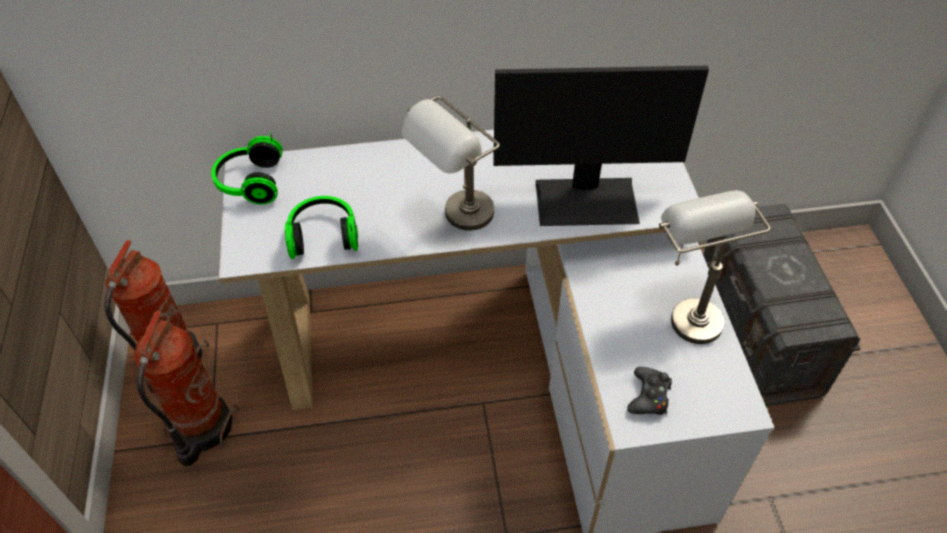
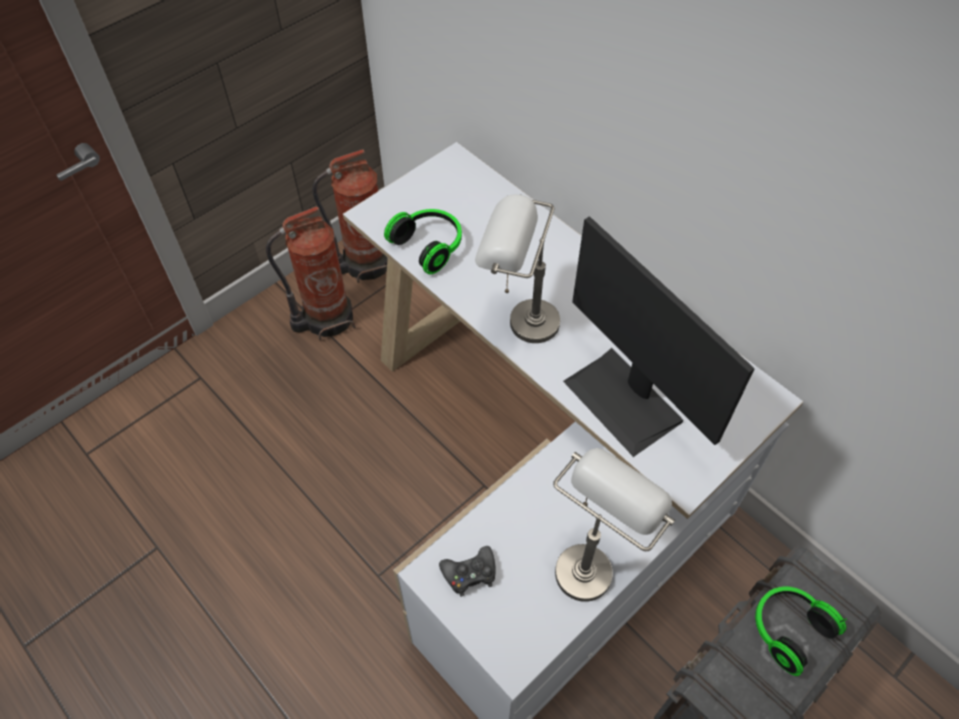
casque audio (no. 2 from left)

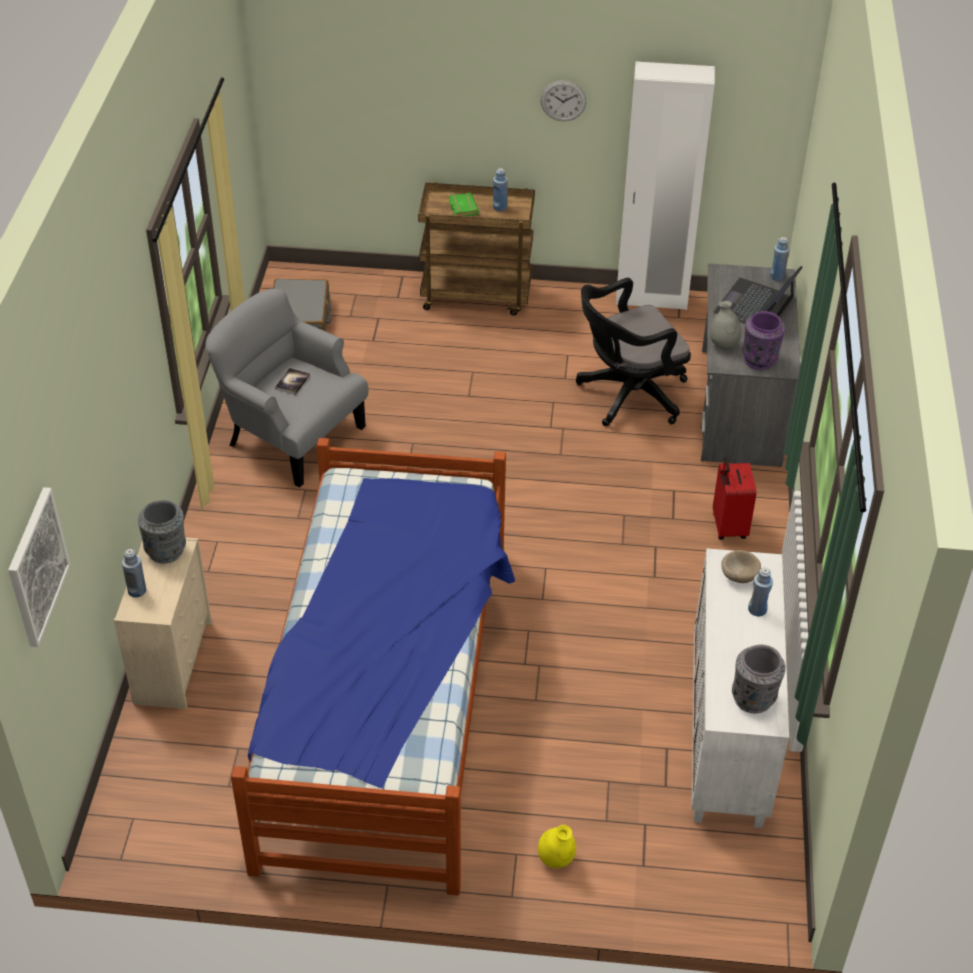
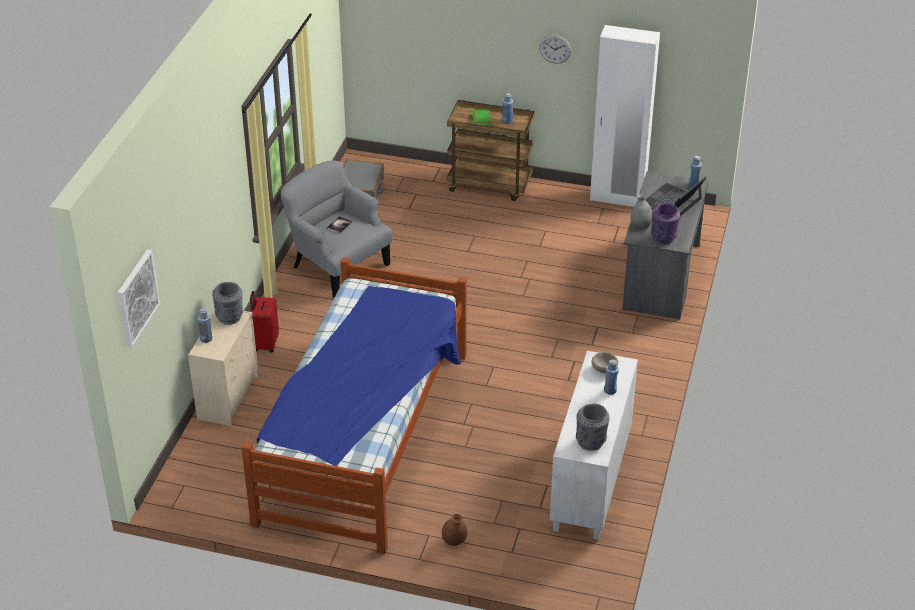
vase (marron)
chaise de bureau (noir)
valise (rouge)

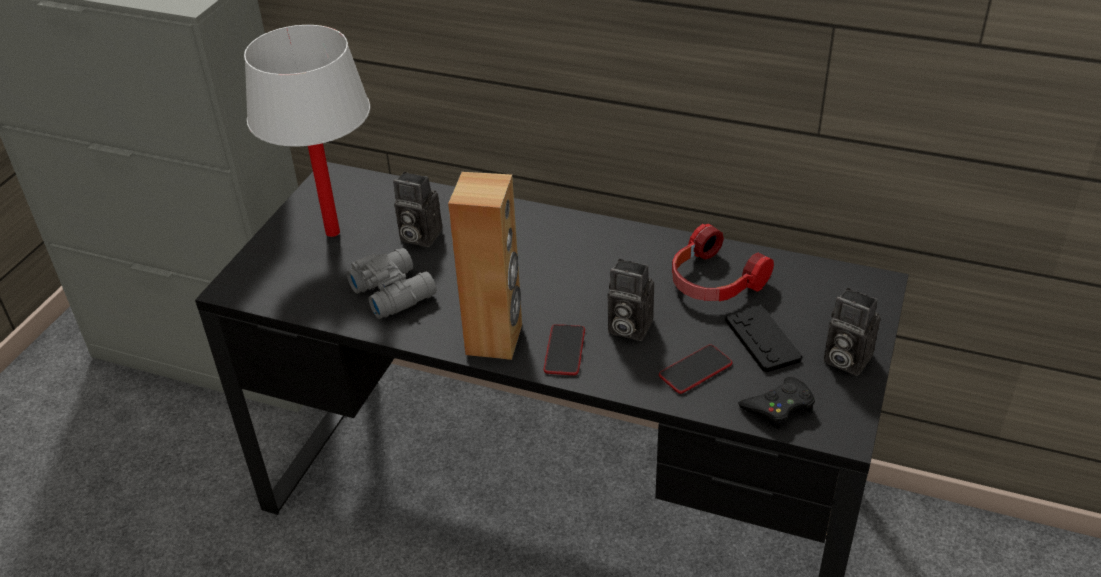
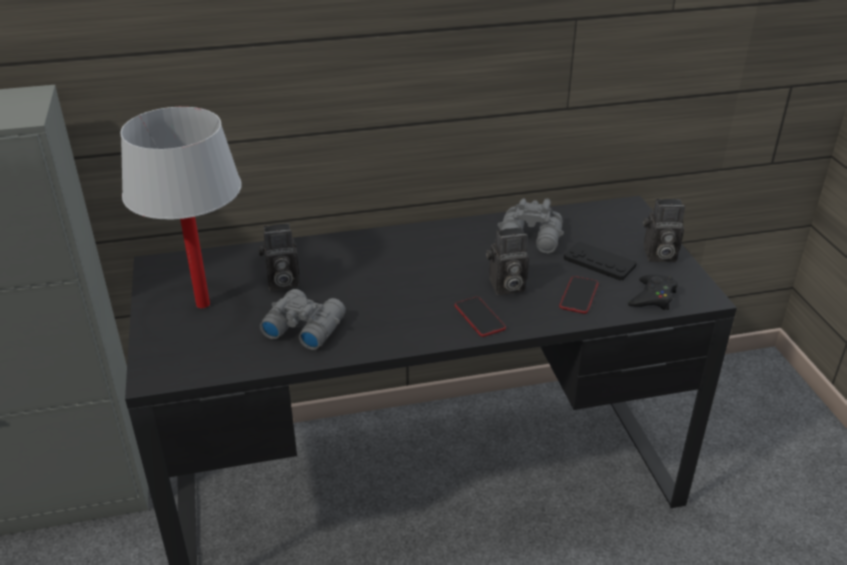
enceinte (marron)
jumelles (gris) (no. 2 from left)

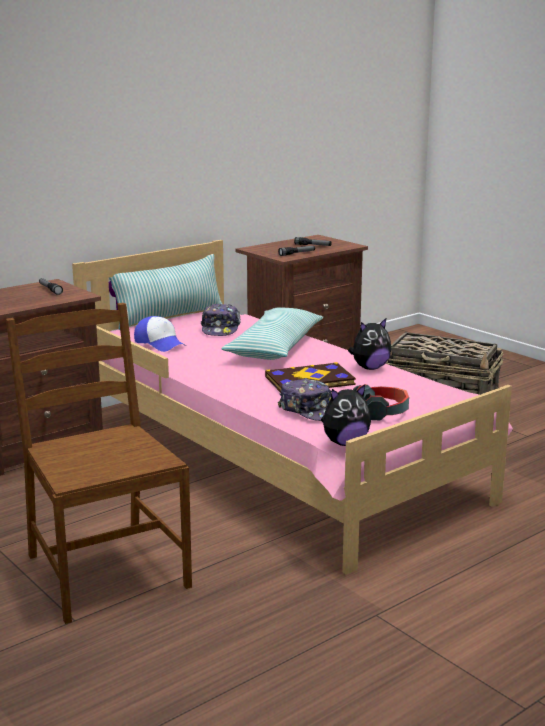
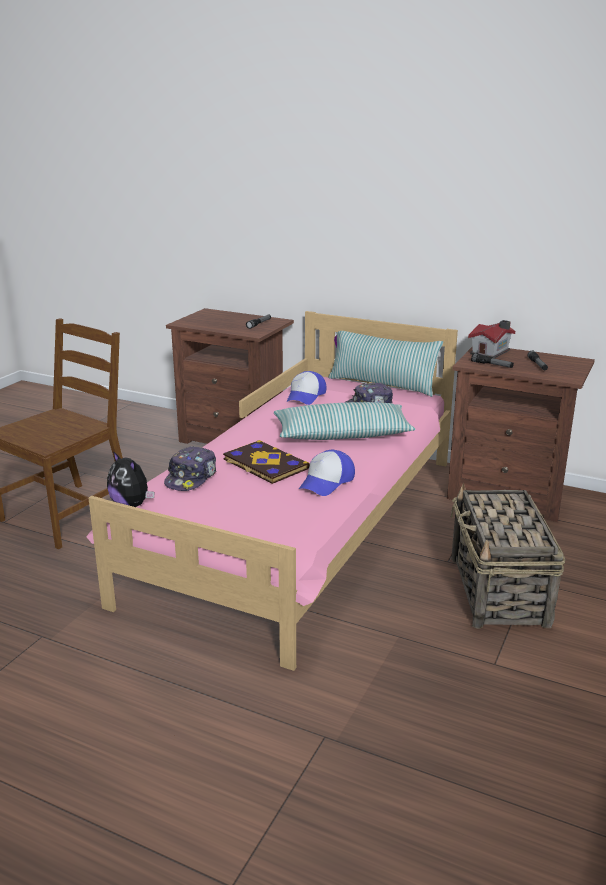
casquette (no. 3 from left)
casque audio
maison miniature

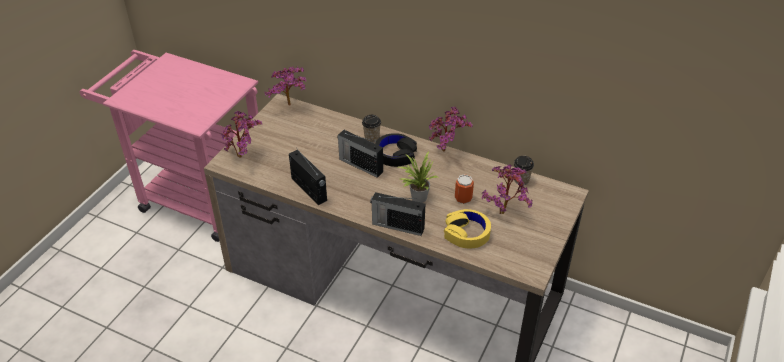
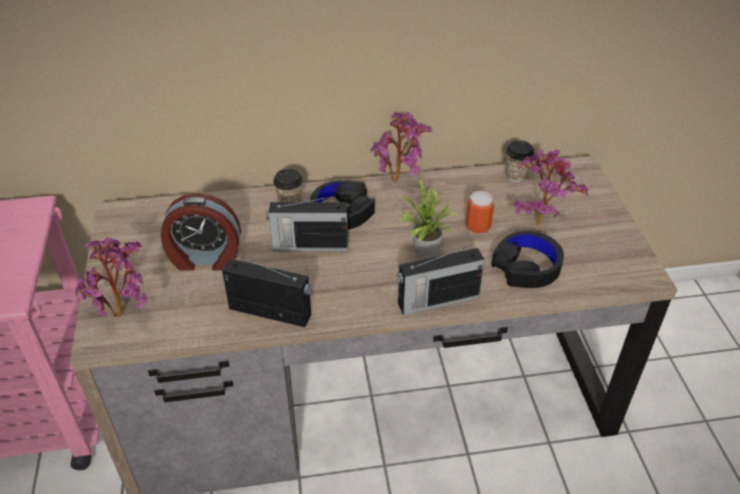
plante en pot (no. 2 from left in the first image)
casque audio (noir) (no. 2 from left)
réveil

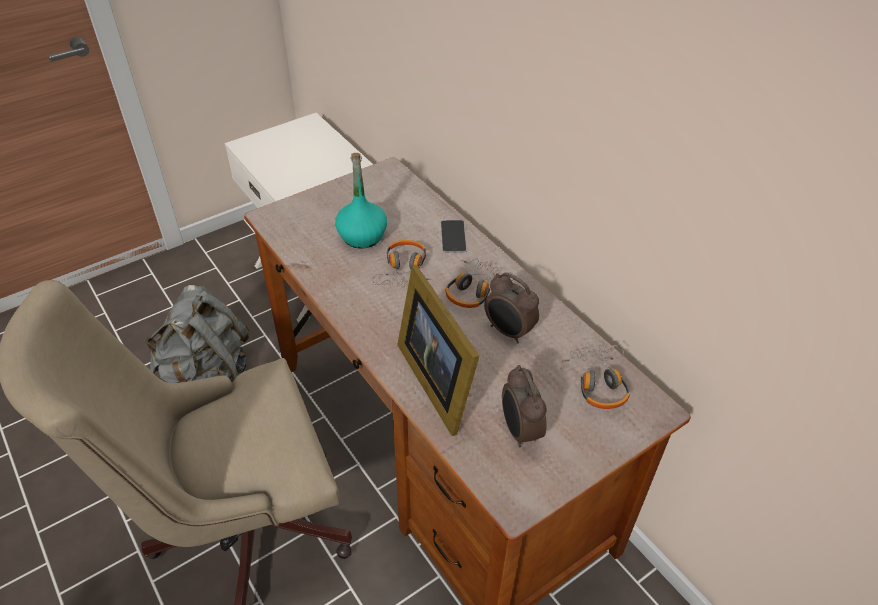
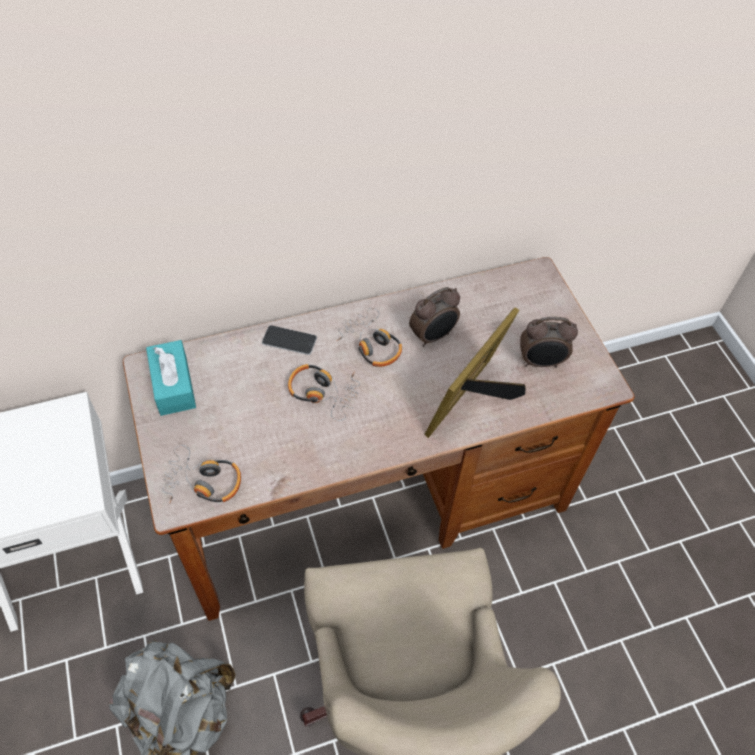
bouteille (turquoise)
cadre photo
casque audio (no. 1 from left)
boîte à mouchoirs (turquoise)

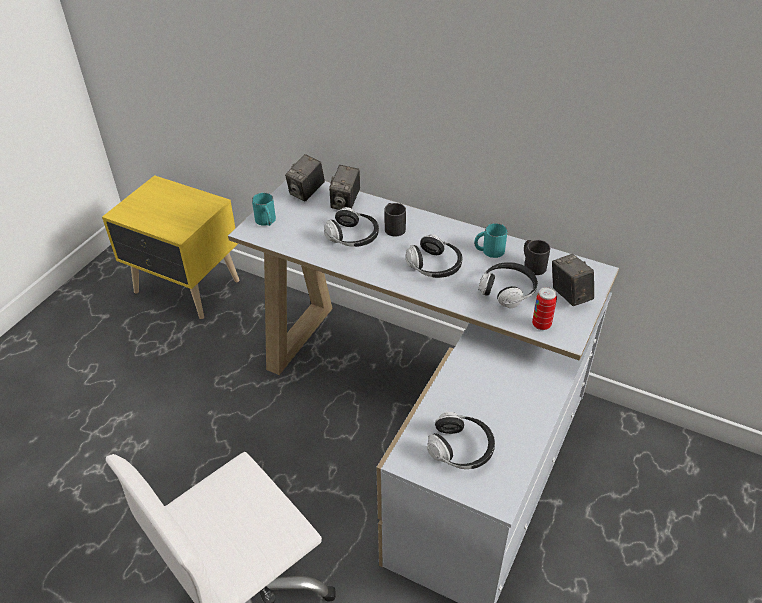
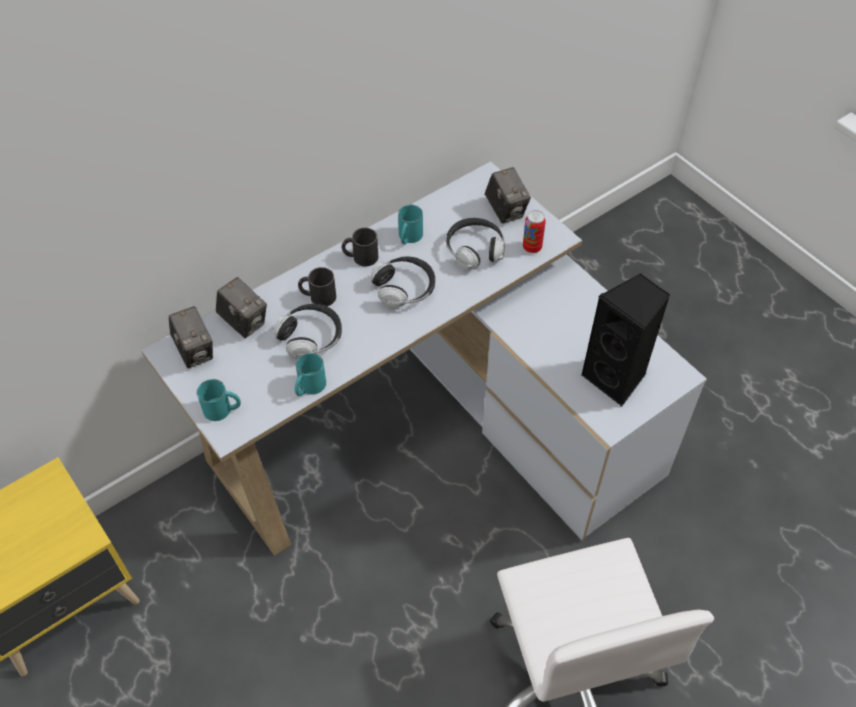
enceinte (noir)
mug (noir) (no. 2 from left)
appareil photo (no. 3 from left)
mug (turquoise) (no. 2 from left)

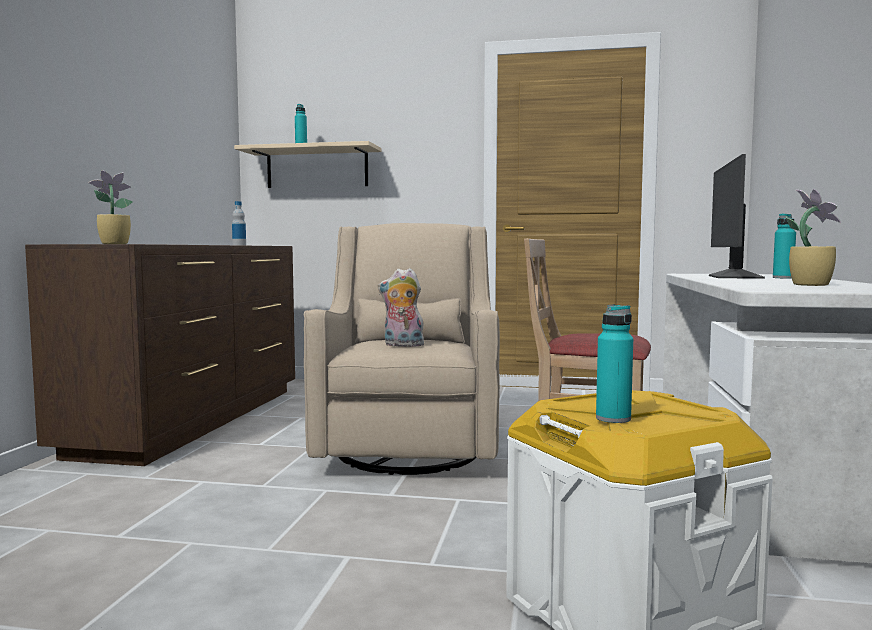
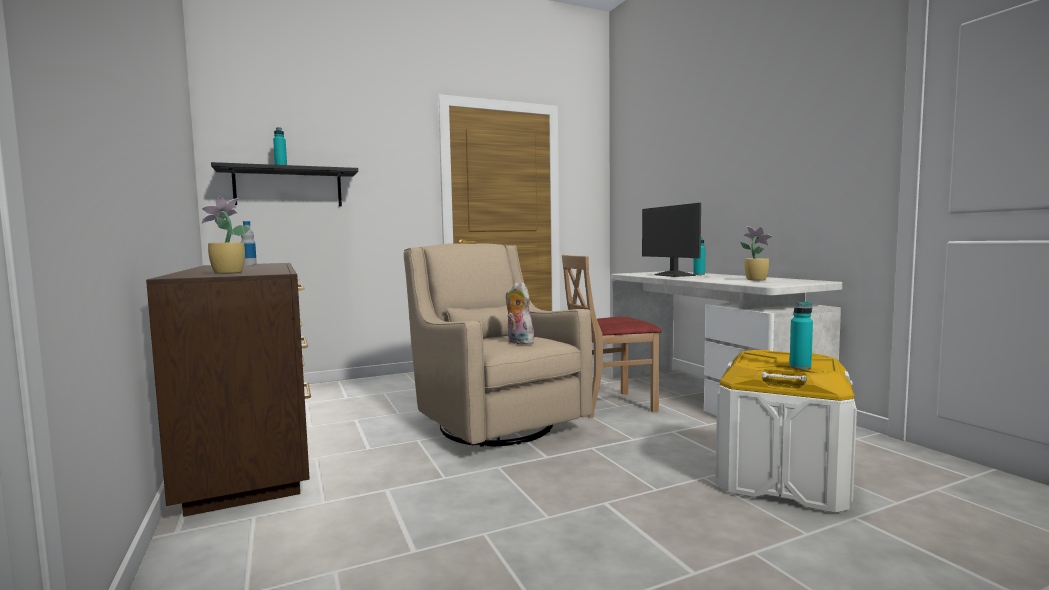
étagère (noir)
peluche

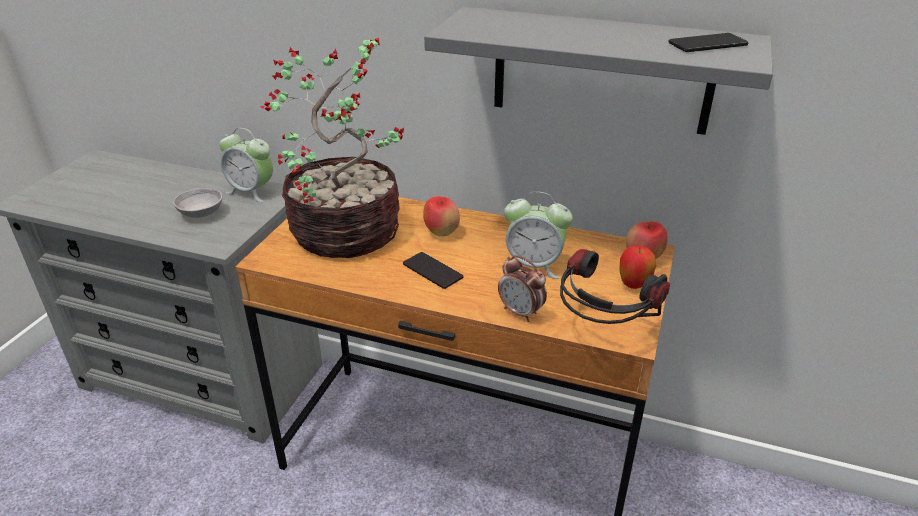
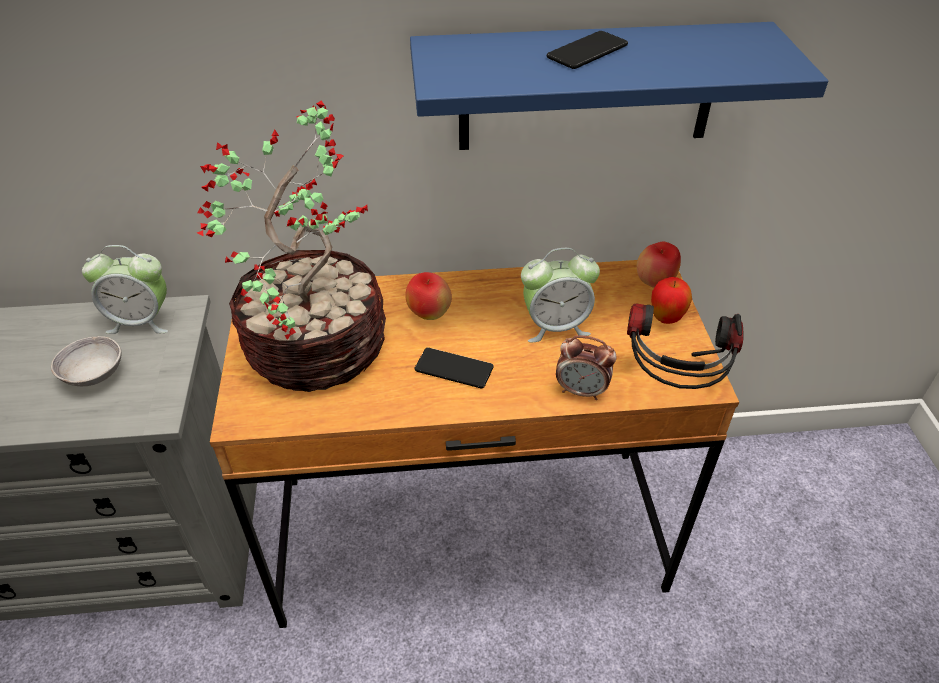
étagère (bleu)
téléphone (no. 2 from left)

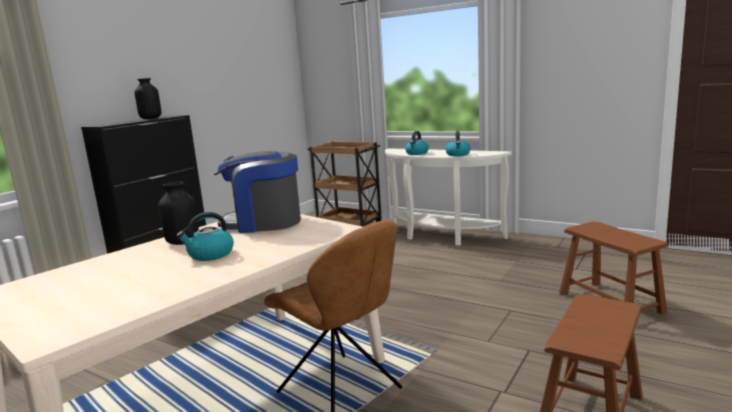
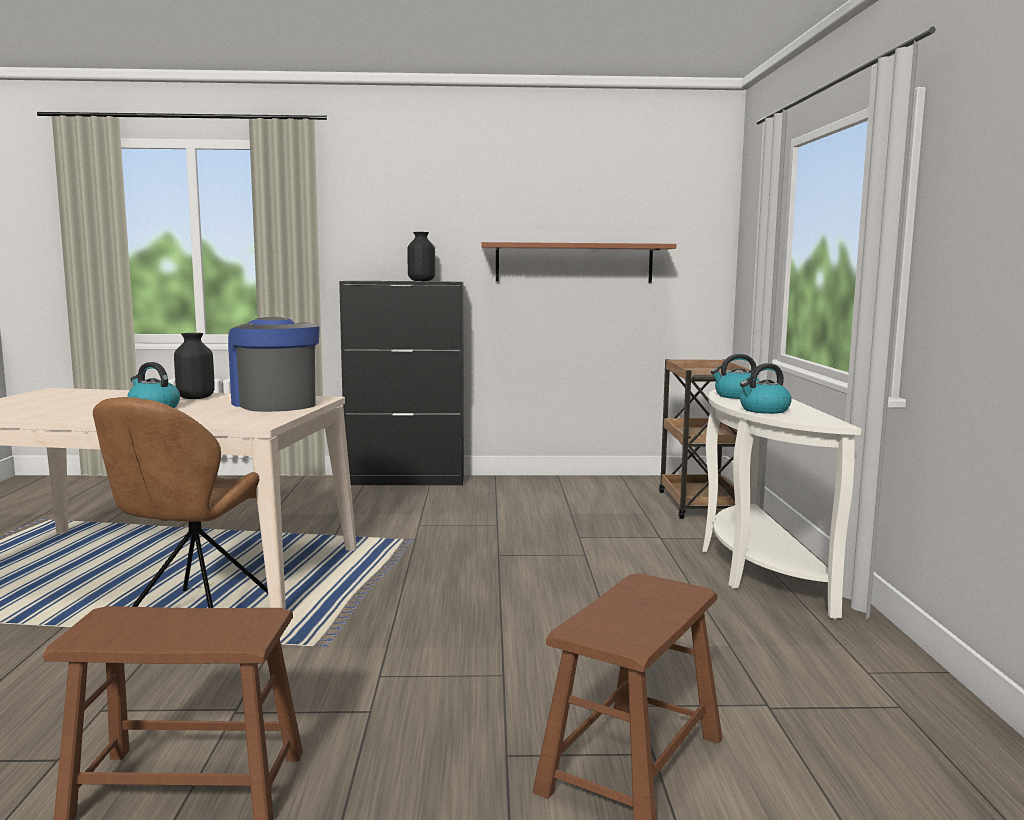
étagère (marron)

